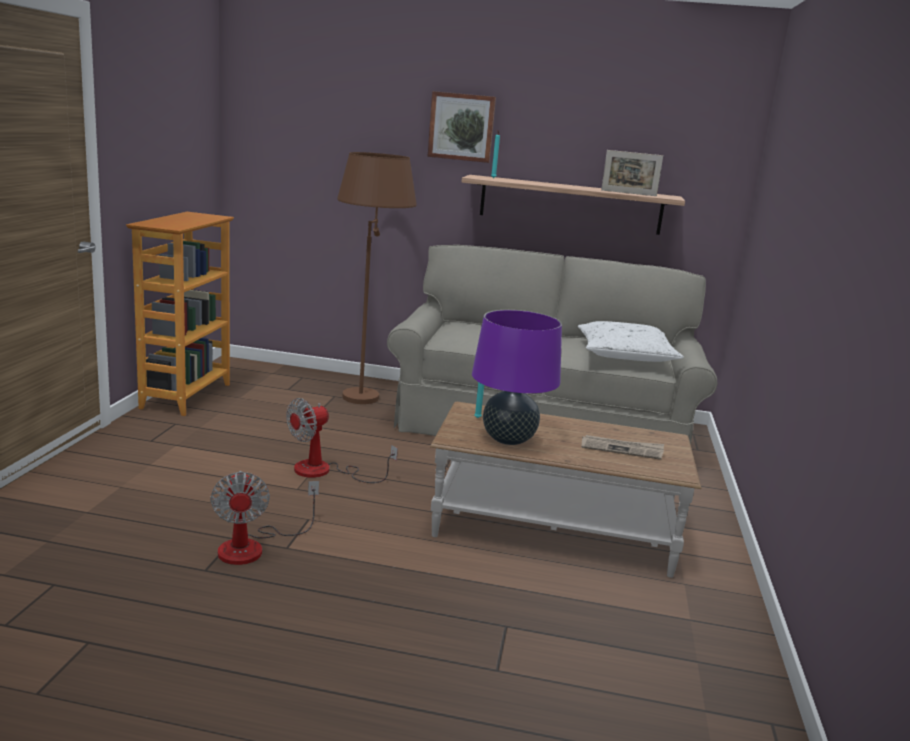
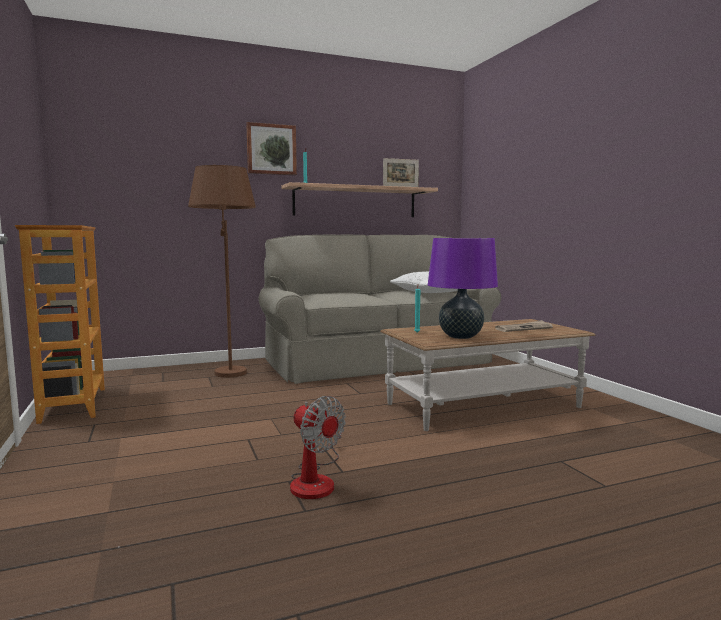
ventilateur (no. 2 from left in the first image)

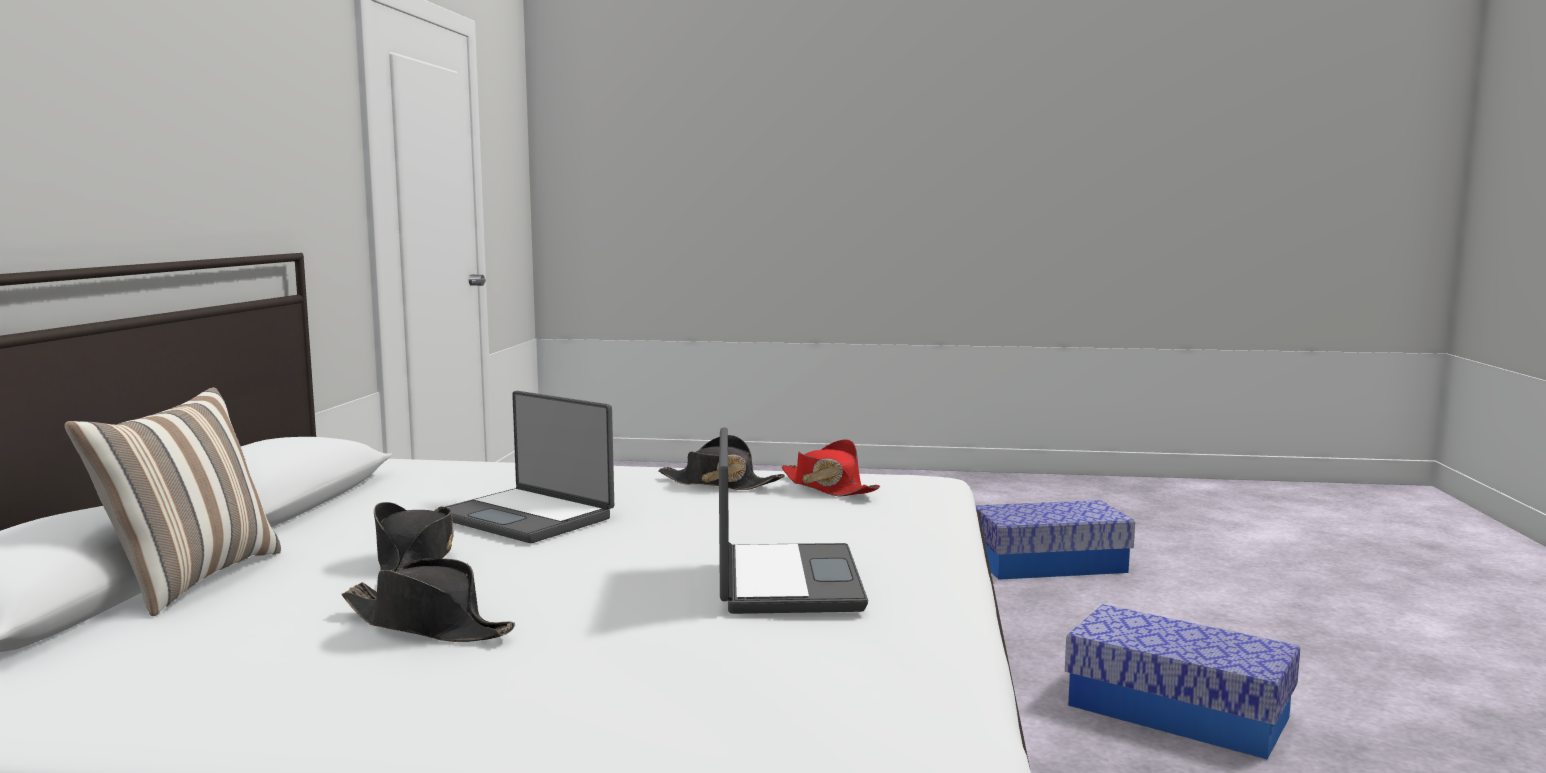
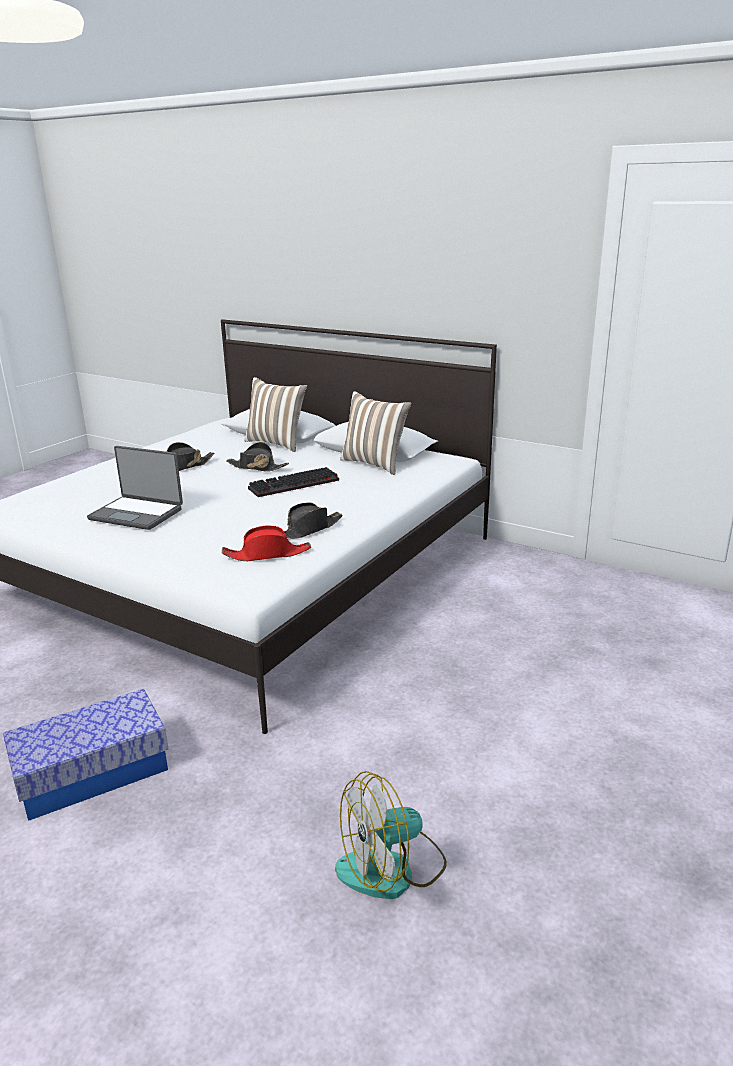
clavier
ventilateur
coussin (no. 2 from left)

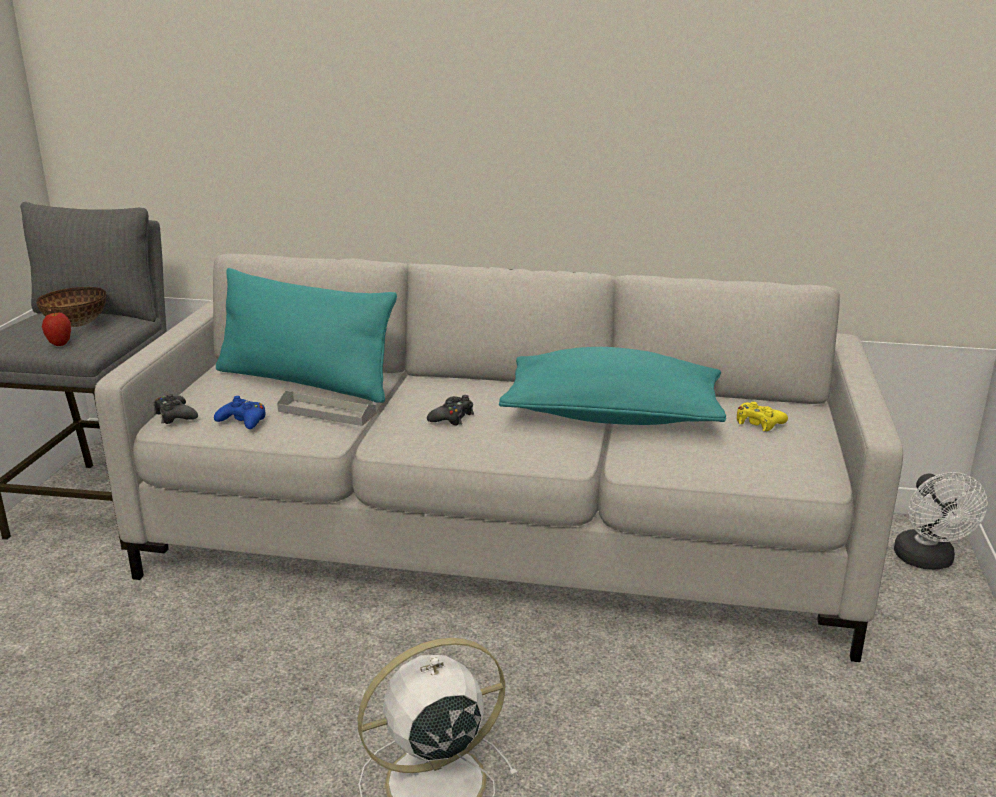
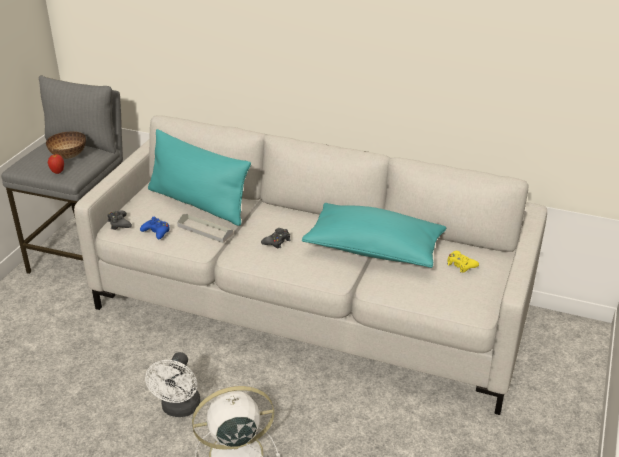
ventilateur (blanc) (no. 1 from left)

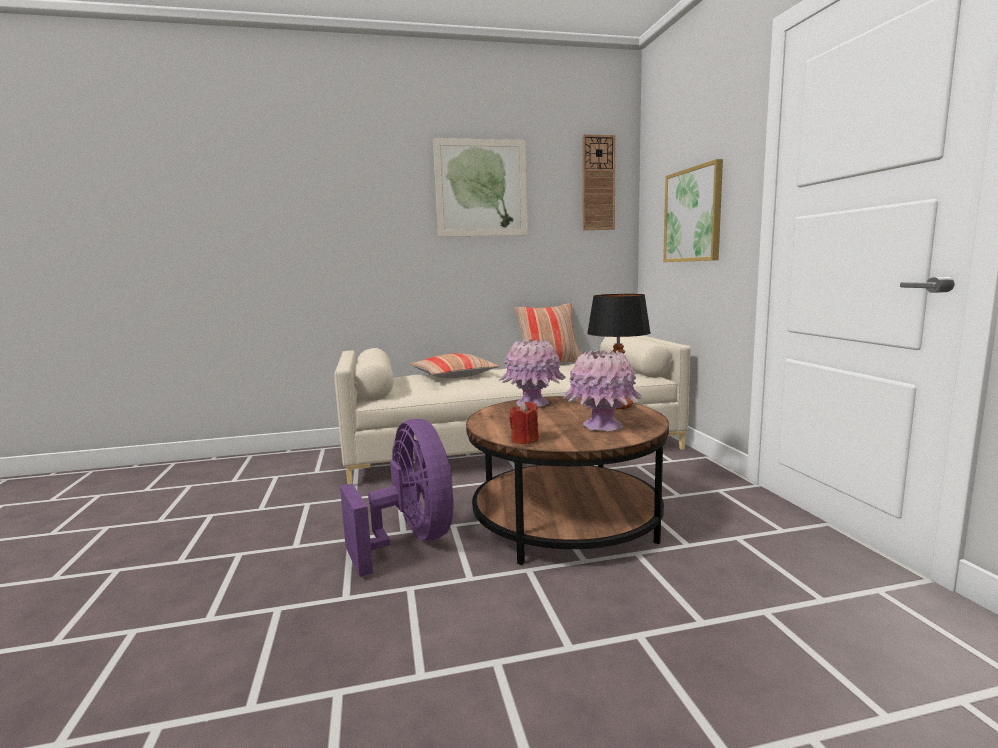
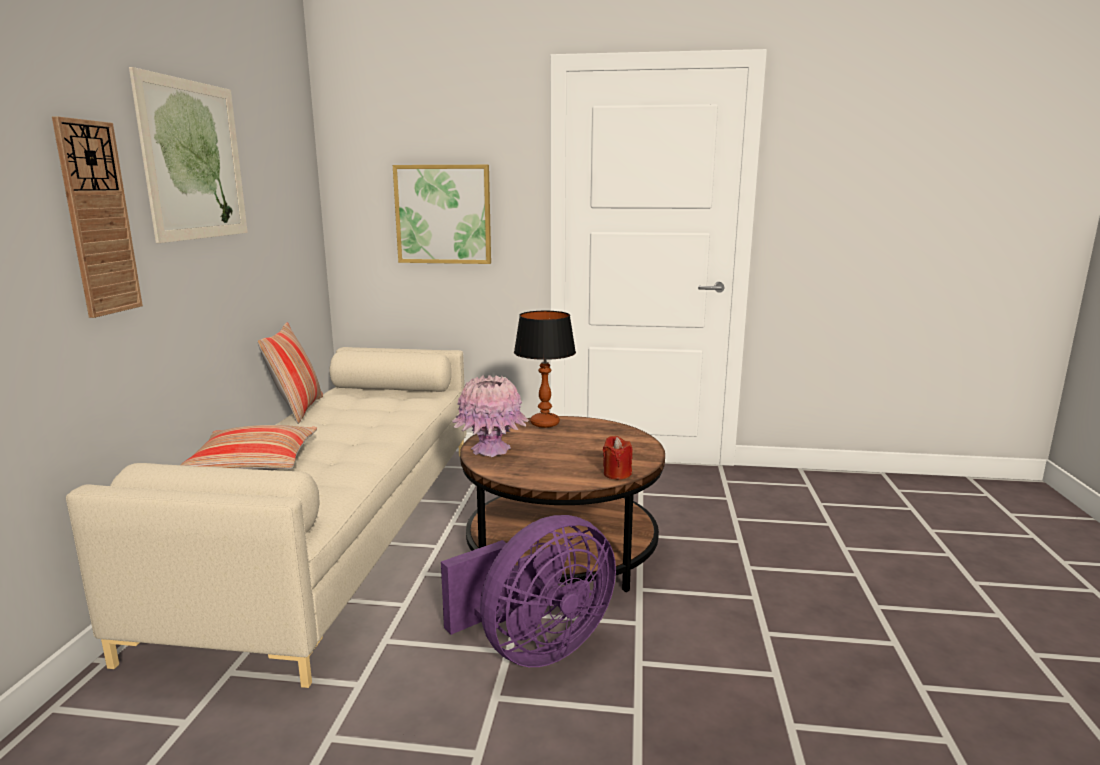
ventilateur (violet)
vase (rose) (no. 2 from left in the first image)
horloge murale

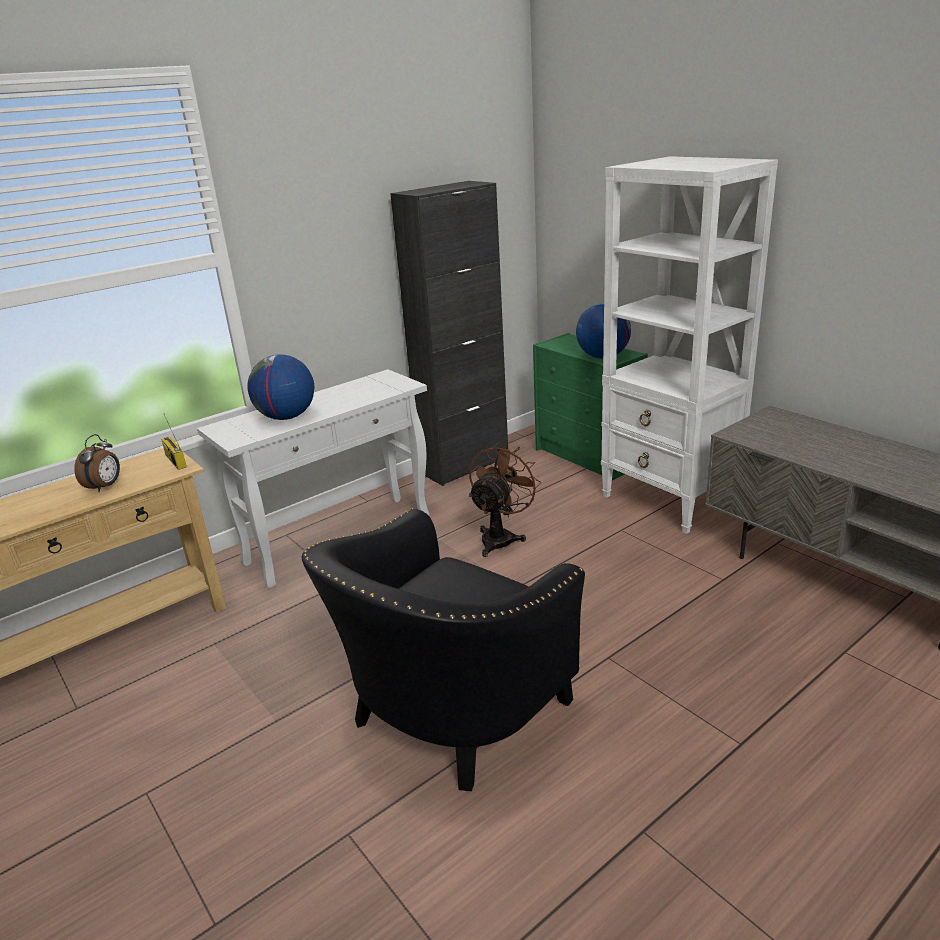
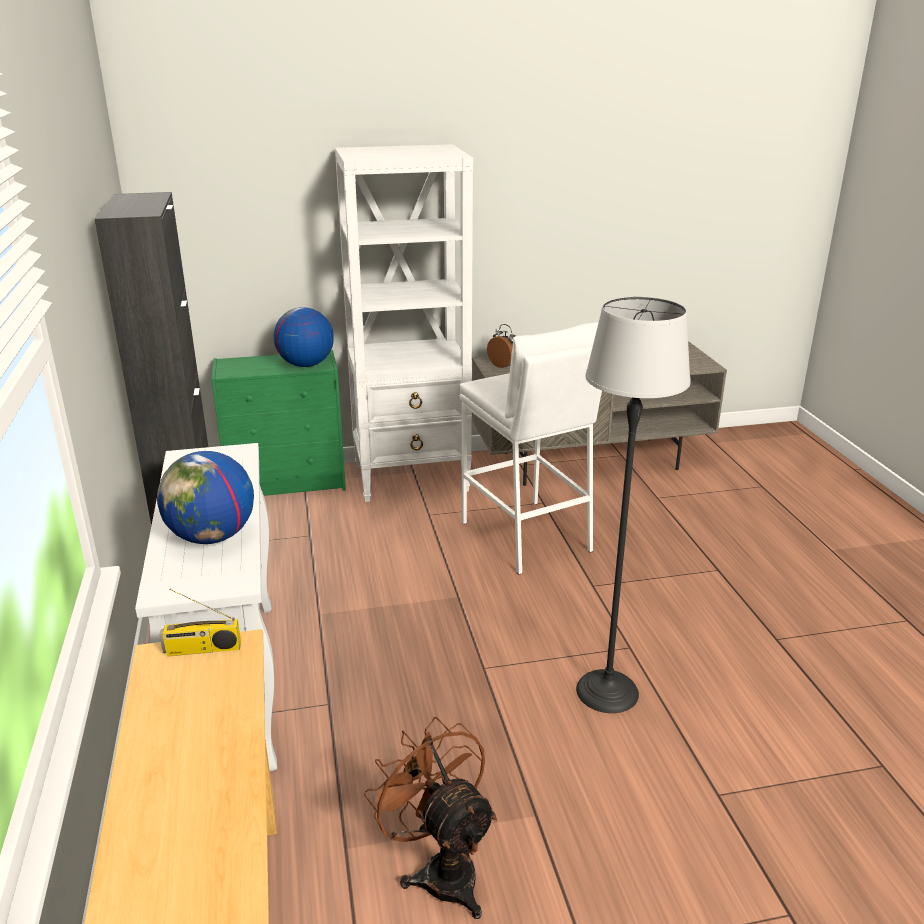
réveil
lampadaire
ventilateur (marron)
tabouret (blanc)

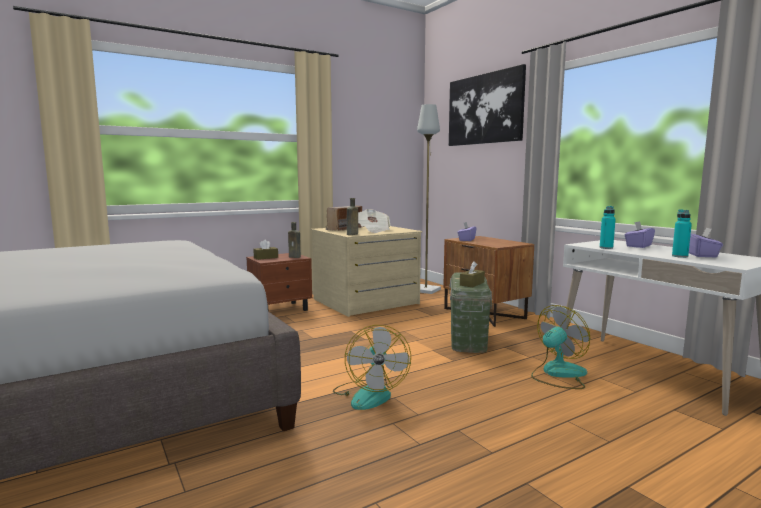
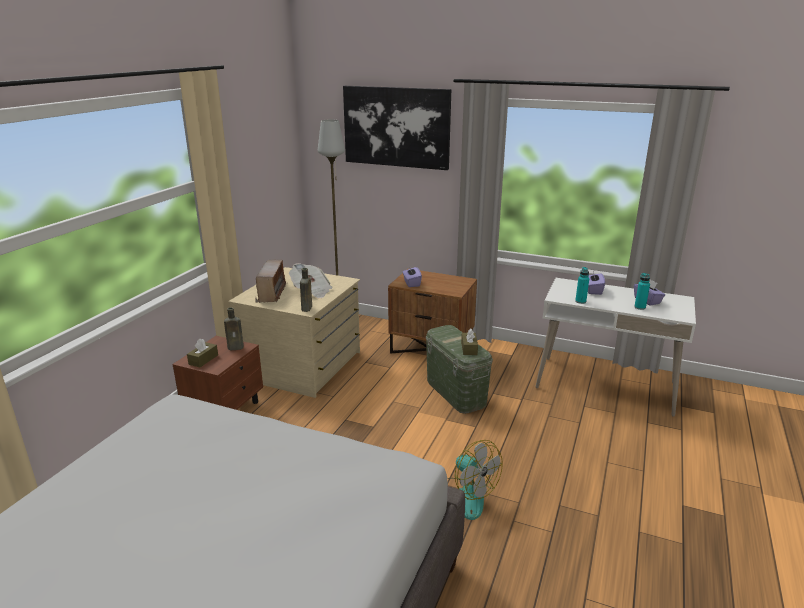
ventilateur (no. 2 from left in the first image)

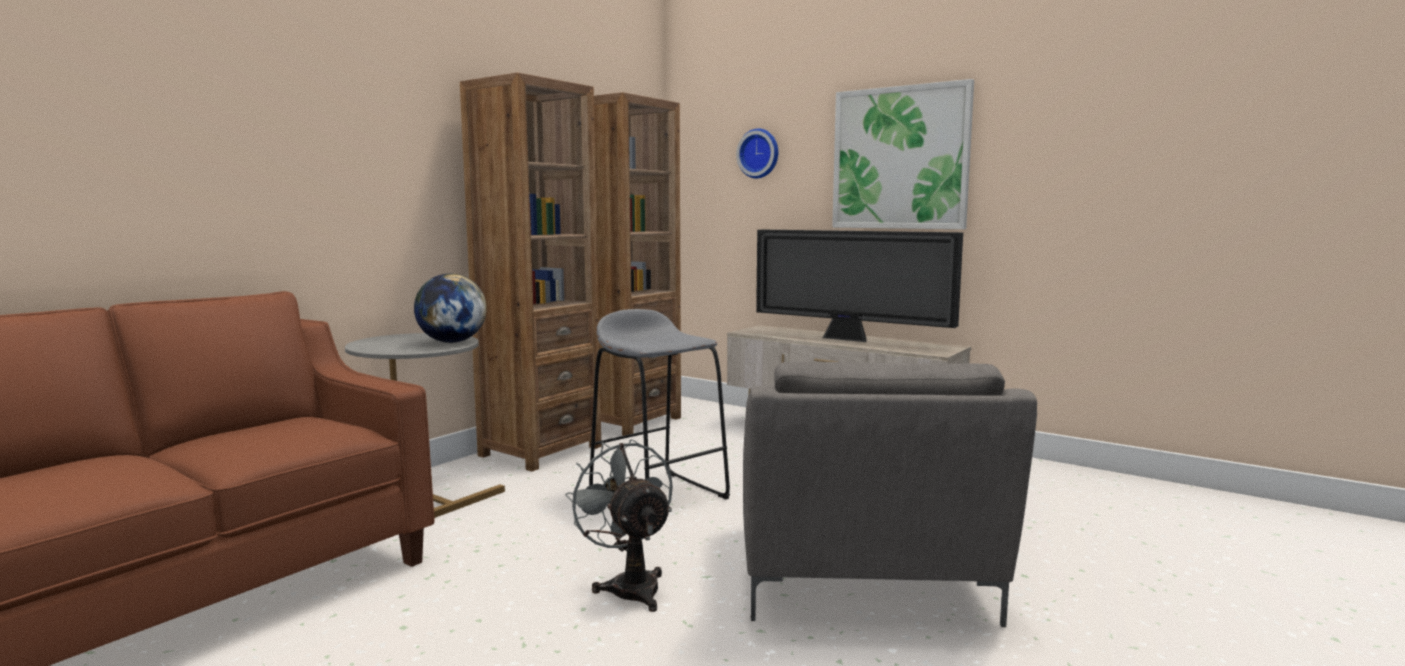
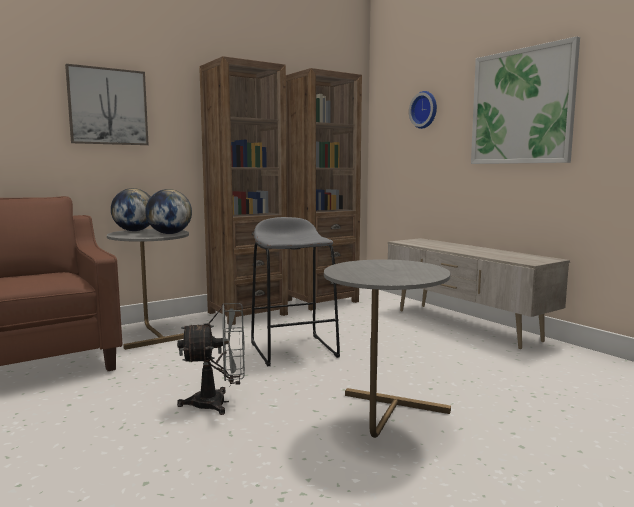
ventilateur (gris)
table d'appoint (gris) (no. 2 from left)
téléviseur
tableau (no. 1 from left)
globe (no. 1 from left)

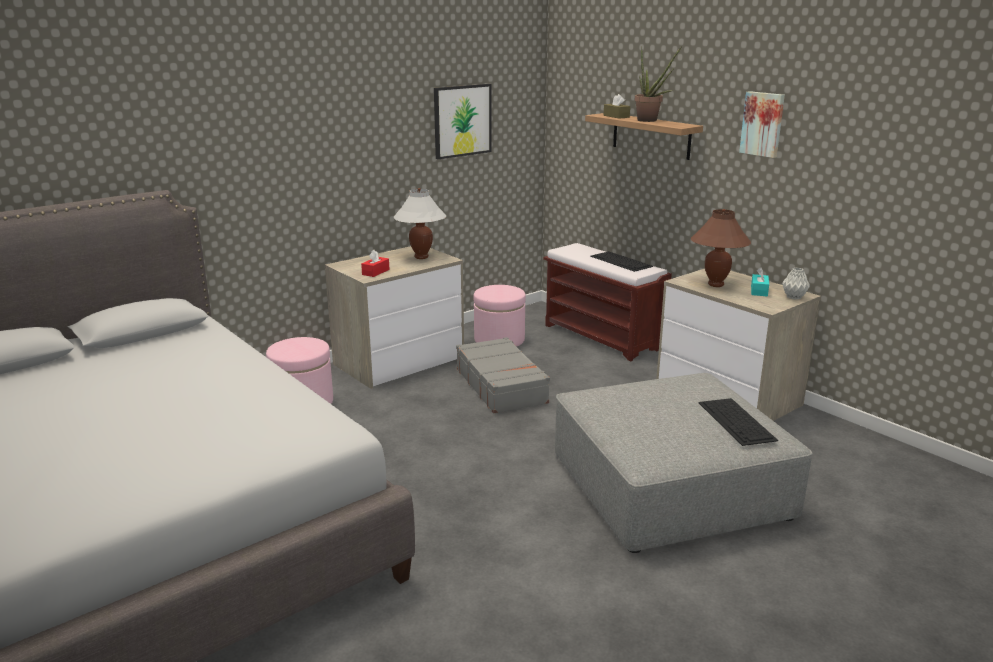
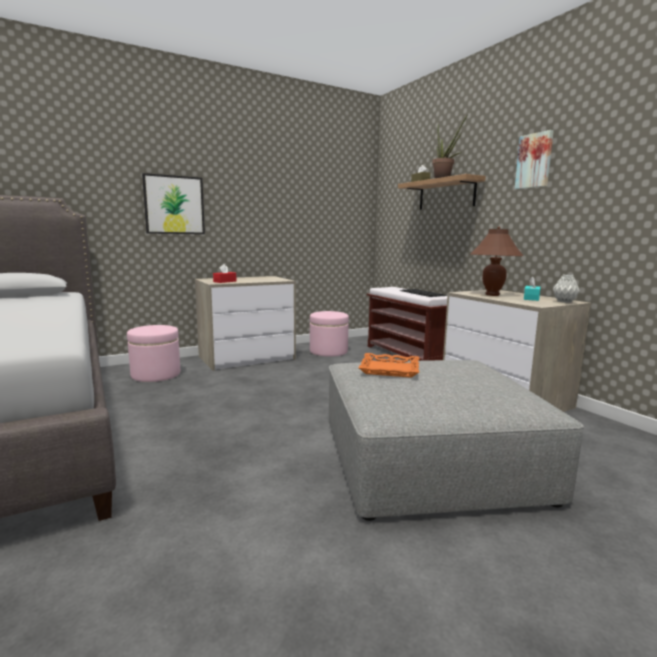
lampe de table (blanc)
tableau (no. 1 from left)
valise (gris)
clavier (no. 2 from left in the first image)
plateau (orange)

